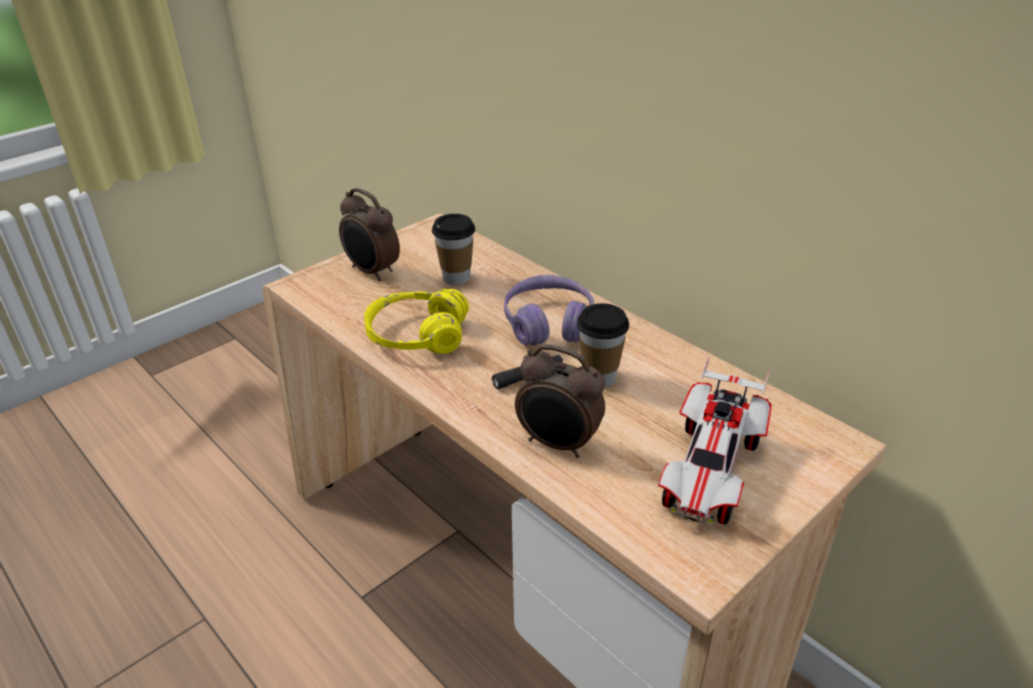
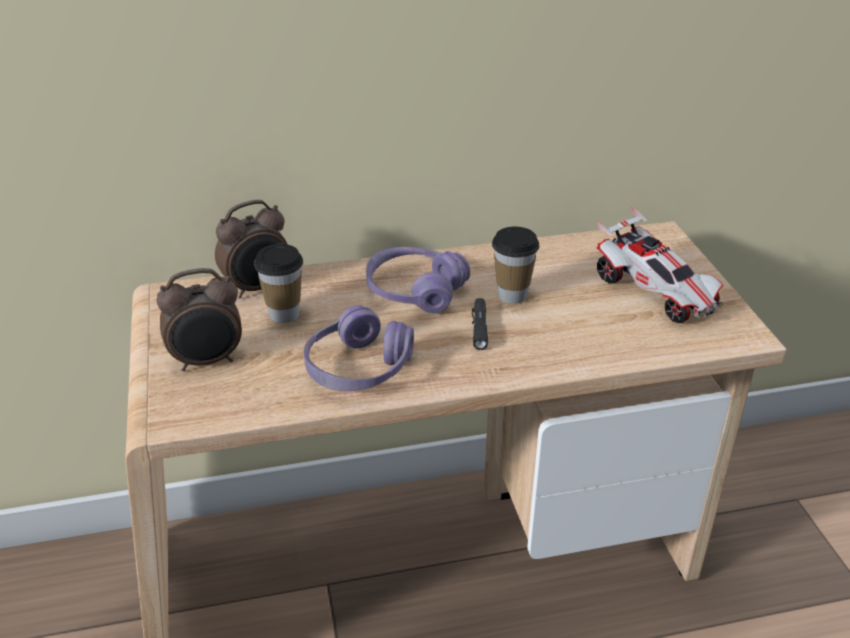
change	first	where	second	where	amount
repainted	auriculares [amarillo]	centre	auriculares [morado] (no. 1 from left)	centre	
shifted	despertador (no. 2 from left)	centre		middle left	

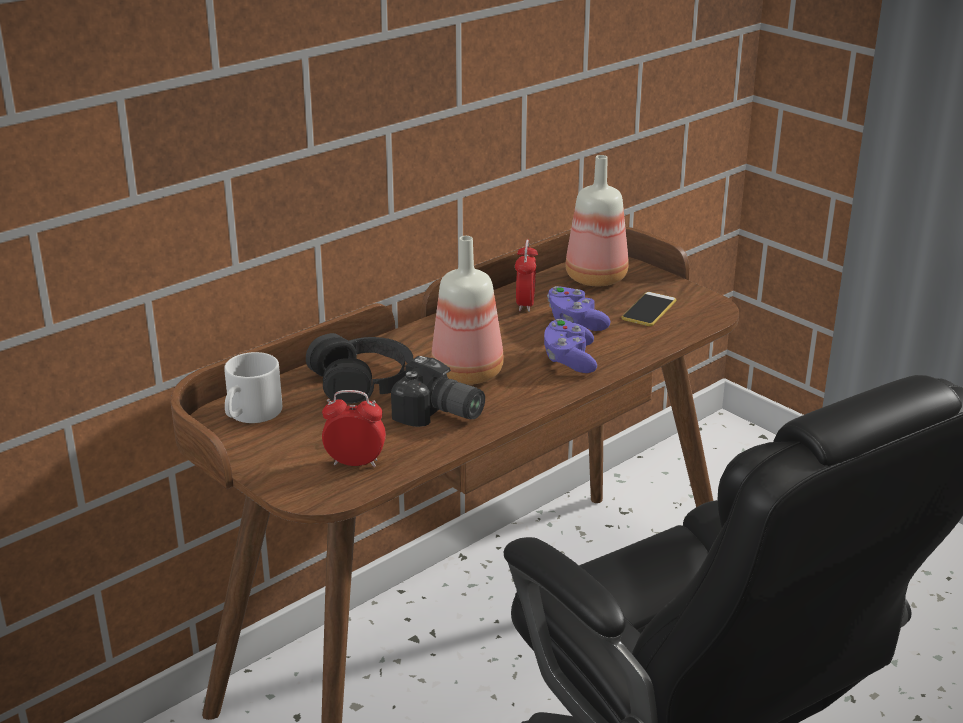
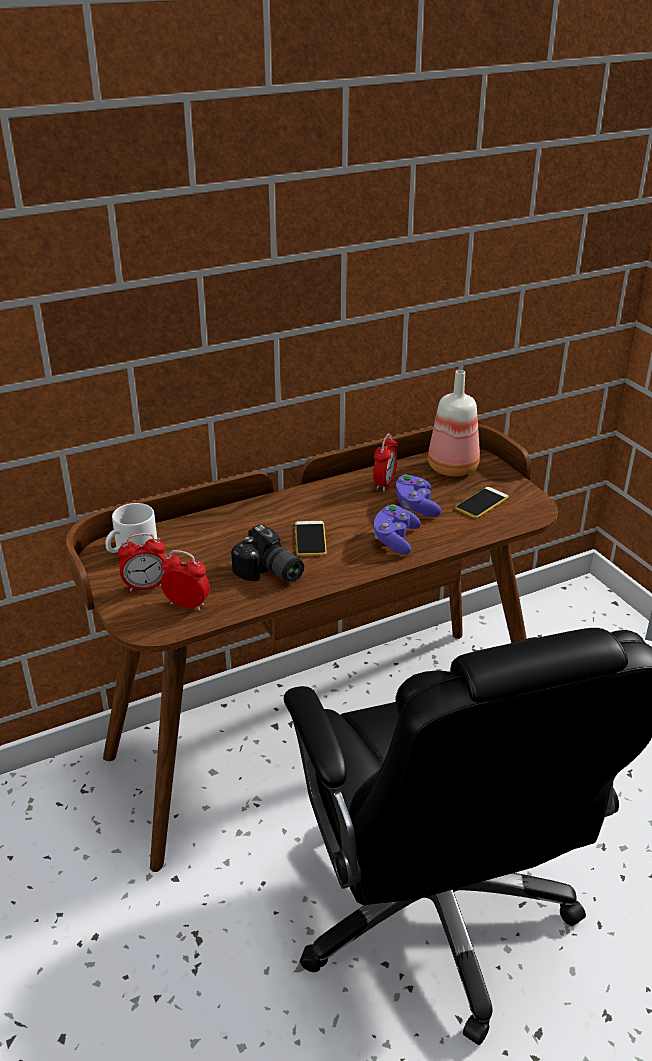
change	first	where	second	where	amount
swapped	botella (no. 1 from left)	centre	móvil (no. 1 from left)	centre	
gone	auriculares [negro]	centre			
new			despertador (no. 1 from left)	middle left	

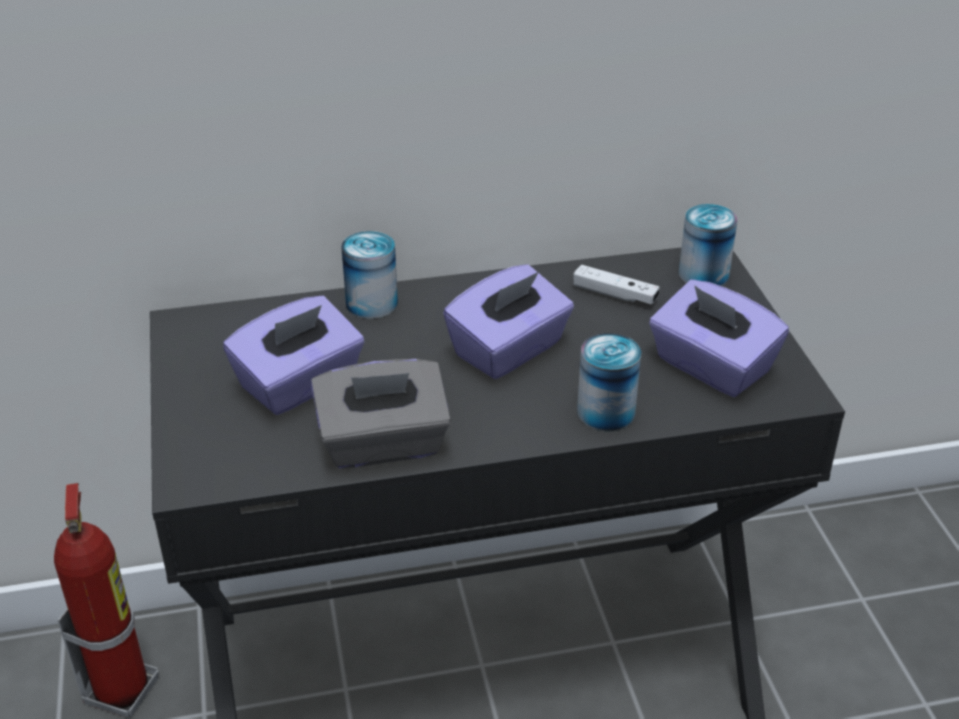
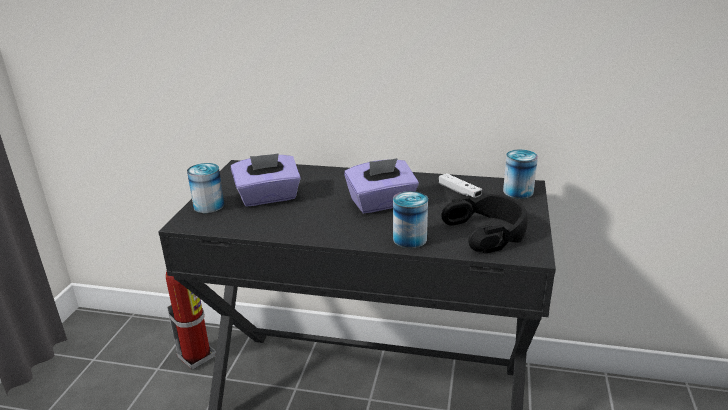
change	first	where	second	where	amount
shifted	lata (no. 1 from left)	centre		middle left	
swapped	caja de pañuelos [morado] (no. 3 from left)	middle right	auriculares [negro]	centre	
gone	caja de pañuelos [gris]	centre			

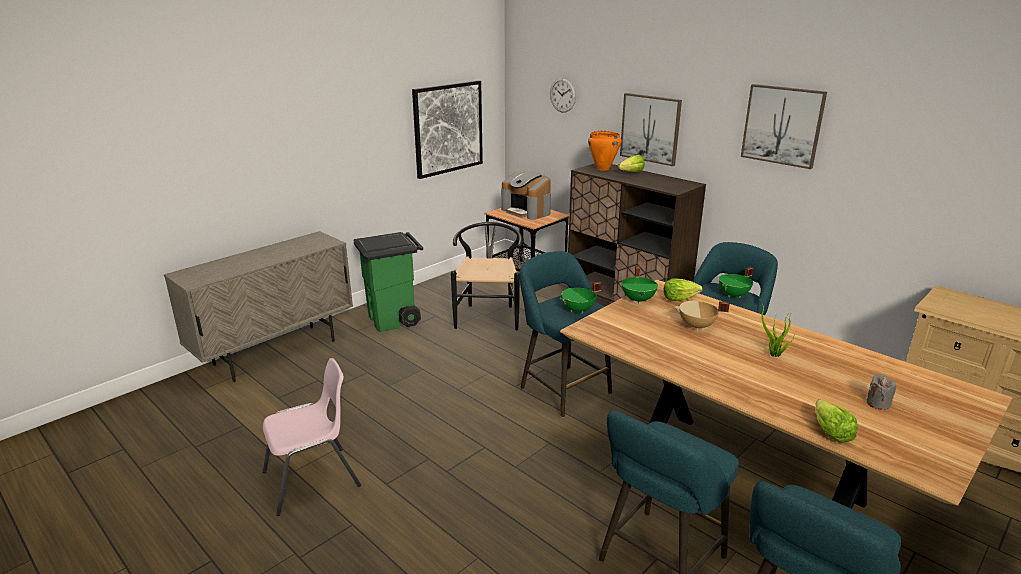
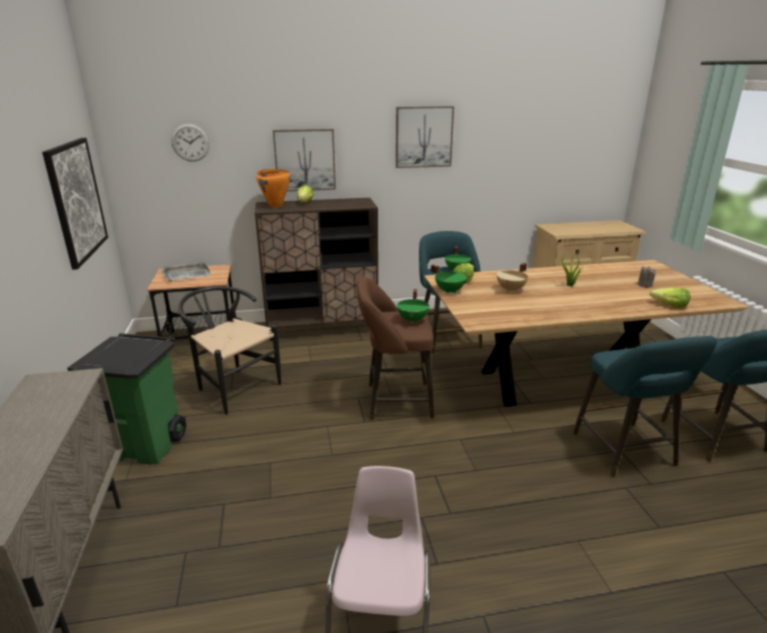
change	first	where	second	where	amount
swapped	cafetera	centre	bandeja [gris]	middle left	
repainted	taburete [turquesa] (no. 1 from left)	centre	taburete [marrón]	centre	

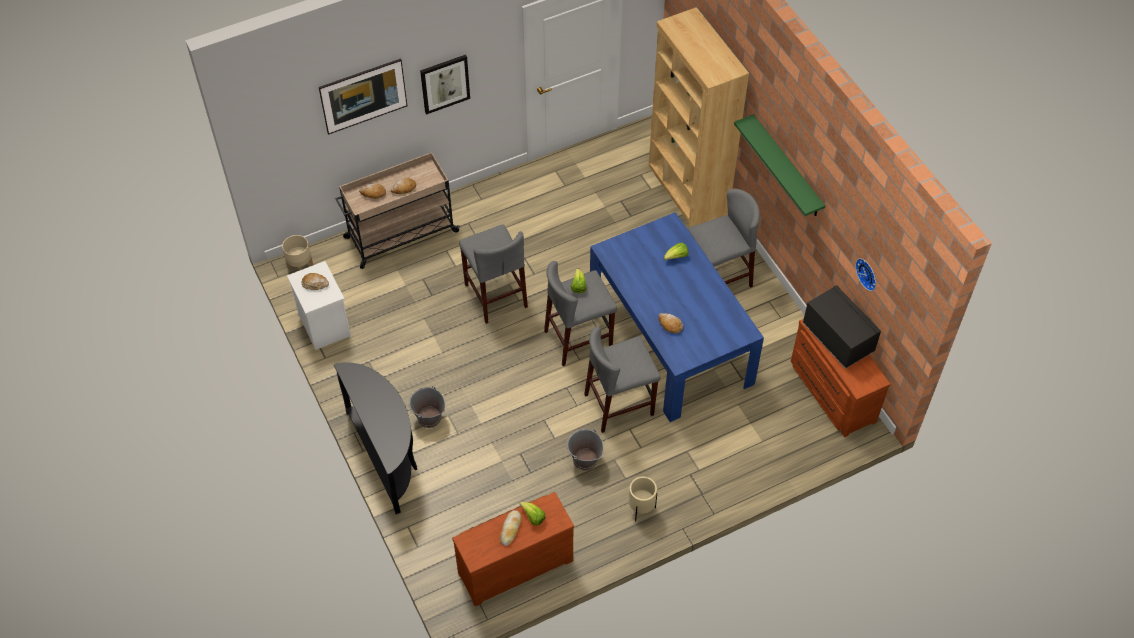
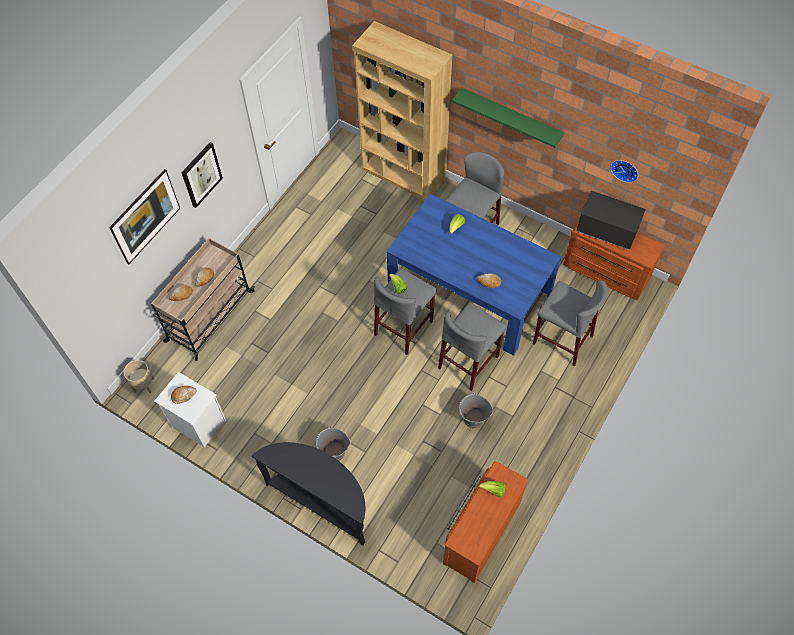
change	first	where	second	where	amount
shifted	taburete [gris] (no. 1 from left in the first image)	centre	taburete [gris] (no. 4 from left)	middle right	
gone	maceta [beis] (no. 2 from left)	bottom centre			
gone	pan (no. 4 from left)	bottom centre			

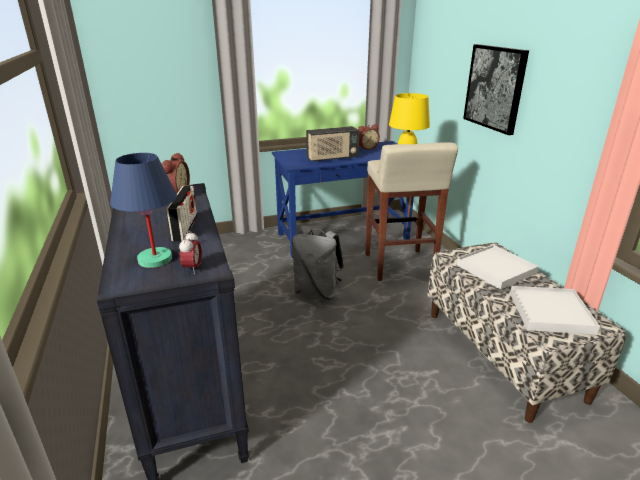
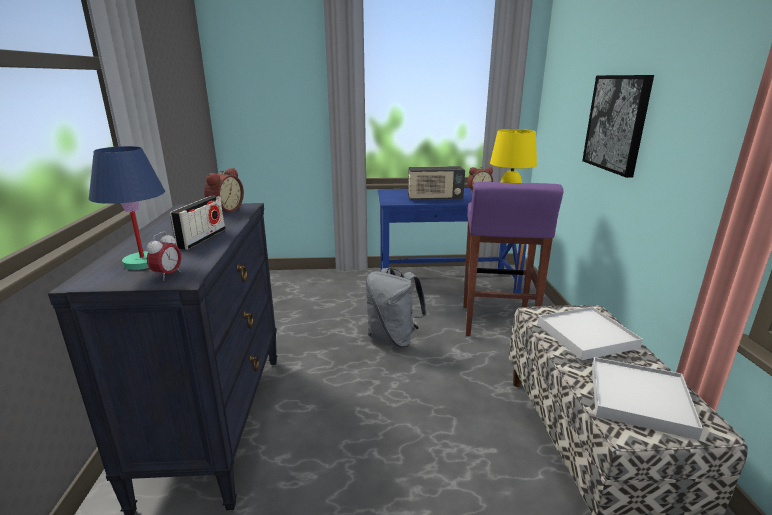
change	first	where	second	where	amount
repainted	taburete [beis]	centre	taburete [morado]	centre	

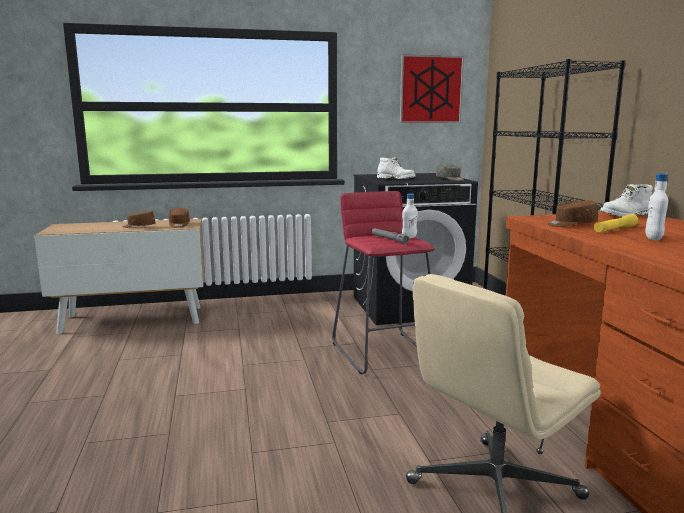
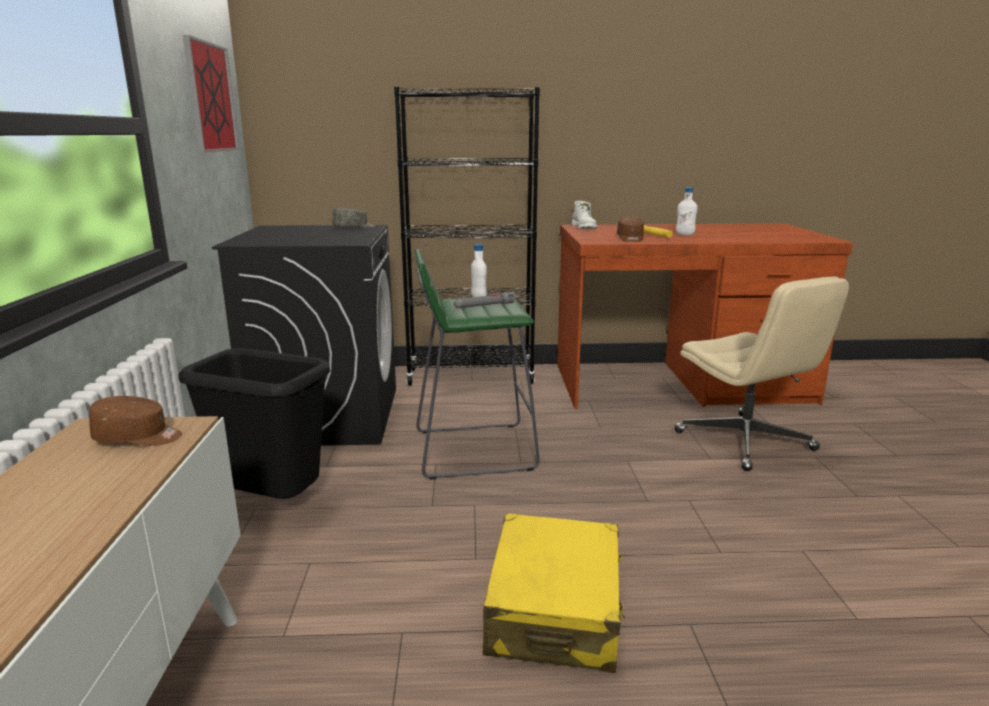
change	first	where	second	where	amount
gone	bota [blanco] (no. 1 from left)	top centre			
repainted	taburete [rojo]	centre	taburete [verde]	centre	
gone	gorra [marrón] (no. 1 from left)	middle left			
new			papelera [negro]	middle left	
new			maleta [amarillo]	bottom centre	

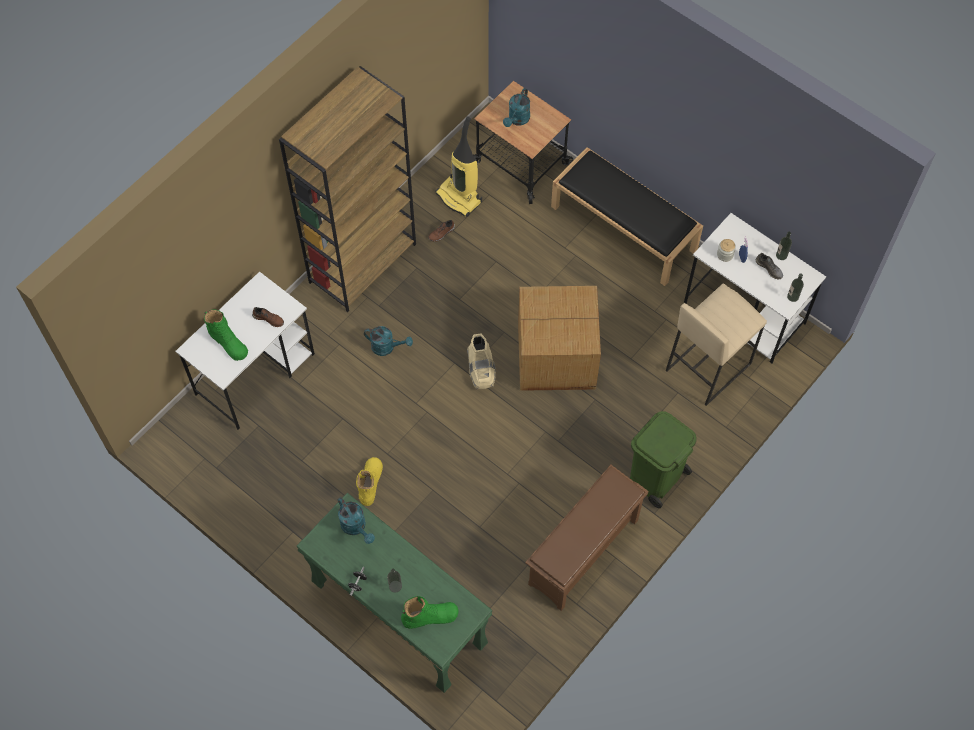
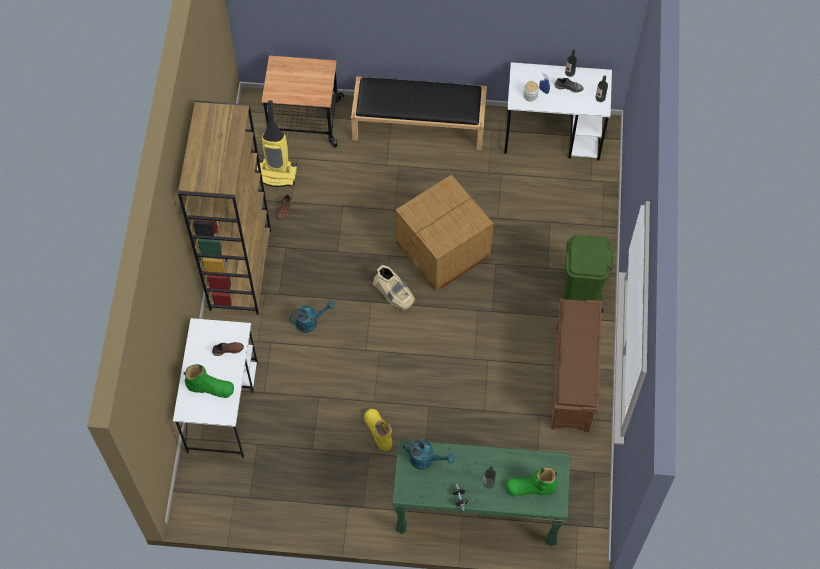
change	first	where	second	where	amount
gone	regadera [turquesa] (no. 3 from left)	top centre			
gone	taburete [beis]	middle right			
rotated	bota [verde] (no. 2 from left)	bottom centre		bottom centre	135 degrees counterclockwise

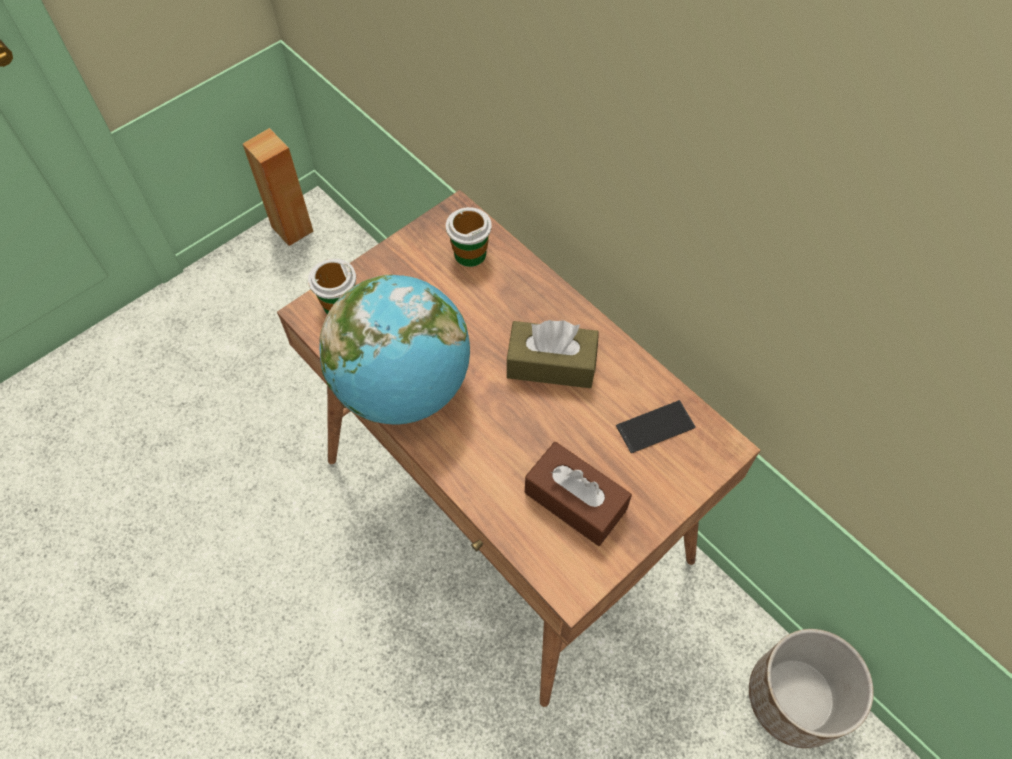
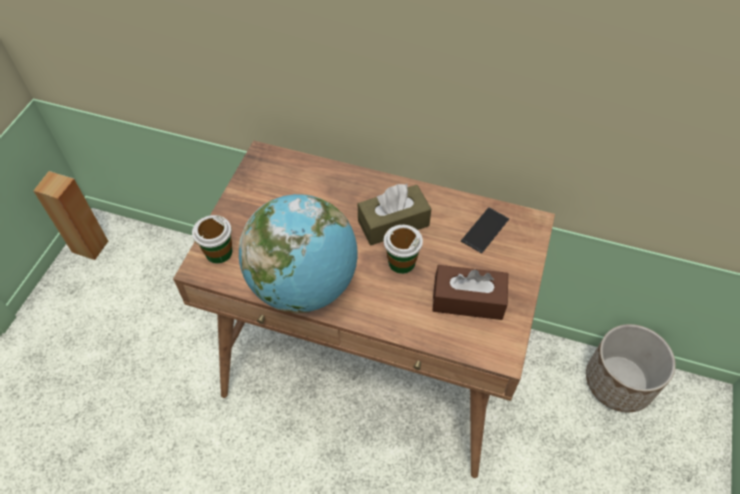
change	first	where	second	where	amount
shifted	taza (no. 2 from left)	top centre		centre	

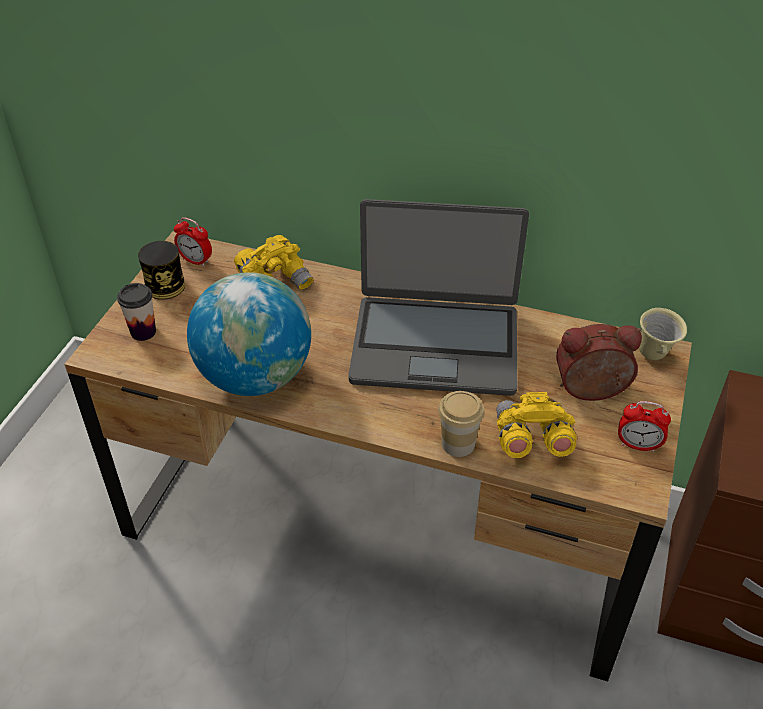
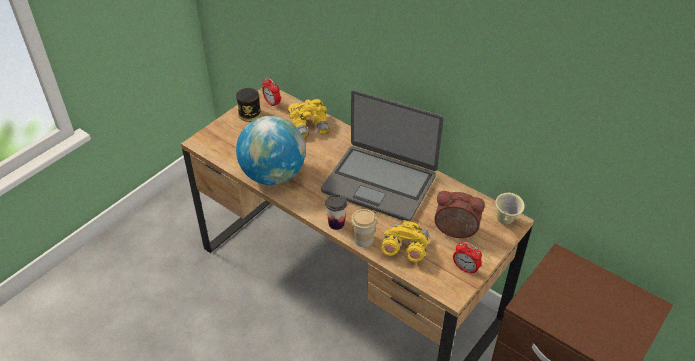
change	first	where	second	where	amount
shifted	taza (no. 1 from left)	middle left		centre	

